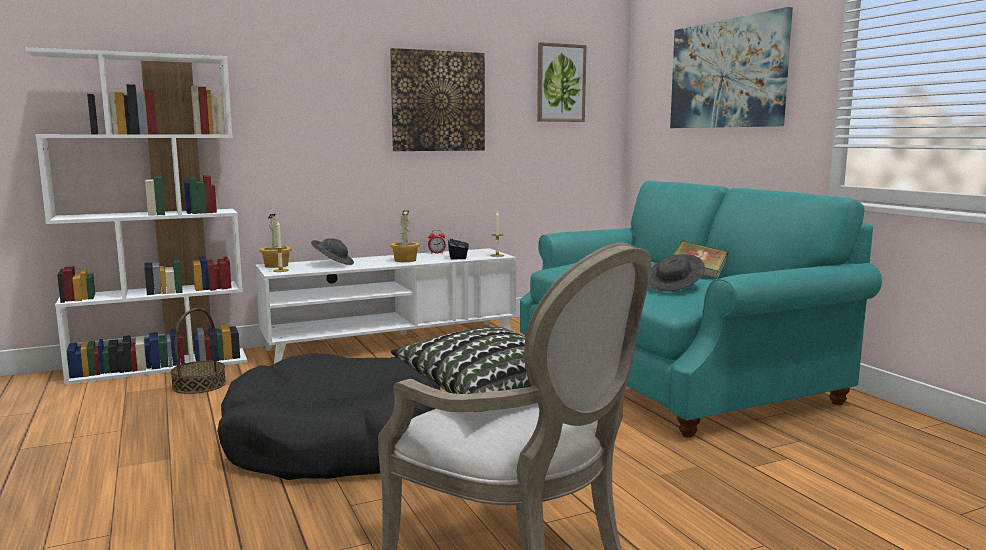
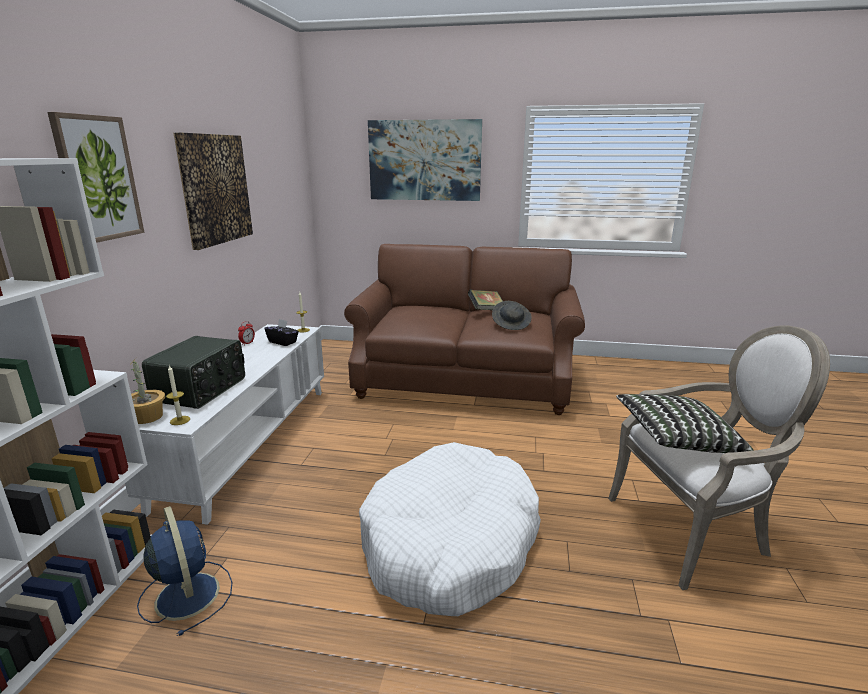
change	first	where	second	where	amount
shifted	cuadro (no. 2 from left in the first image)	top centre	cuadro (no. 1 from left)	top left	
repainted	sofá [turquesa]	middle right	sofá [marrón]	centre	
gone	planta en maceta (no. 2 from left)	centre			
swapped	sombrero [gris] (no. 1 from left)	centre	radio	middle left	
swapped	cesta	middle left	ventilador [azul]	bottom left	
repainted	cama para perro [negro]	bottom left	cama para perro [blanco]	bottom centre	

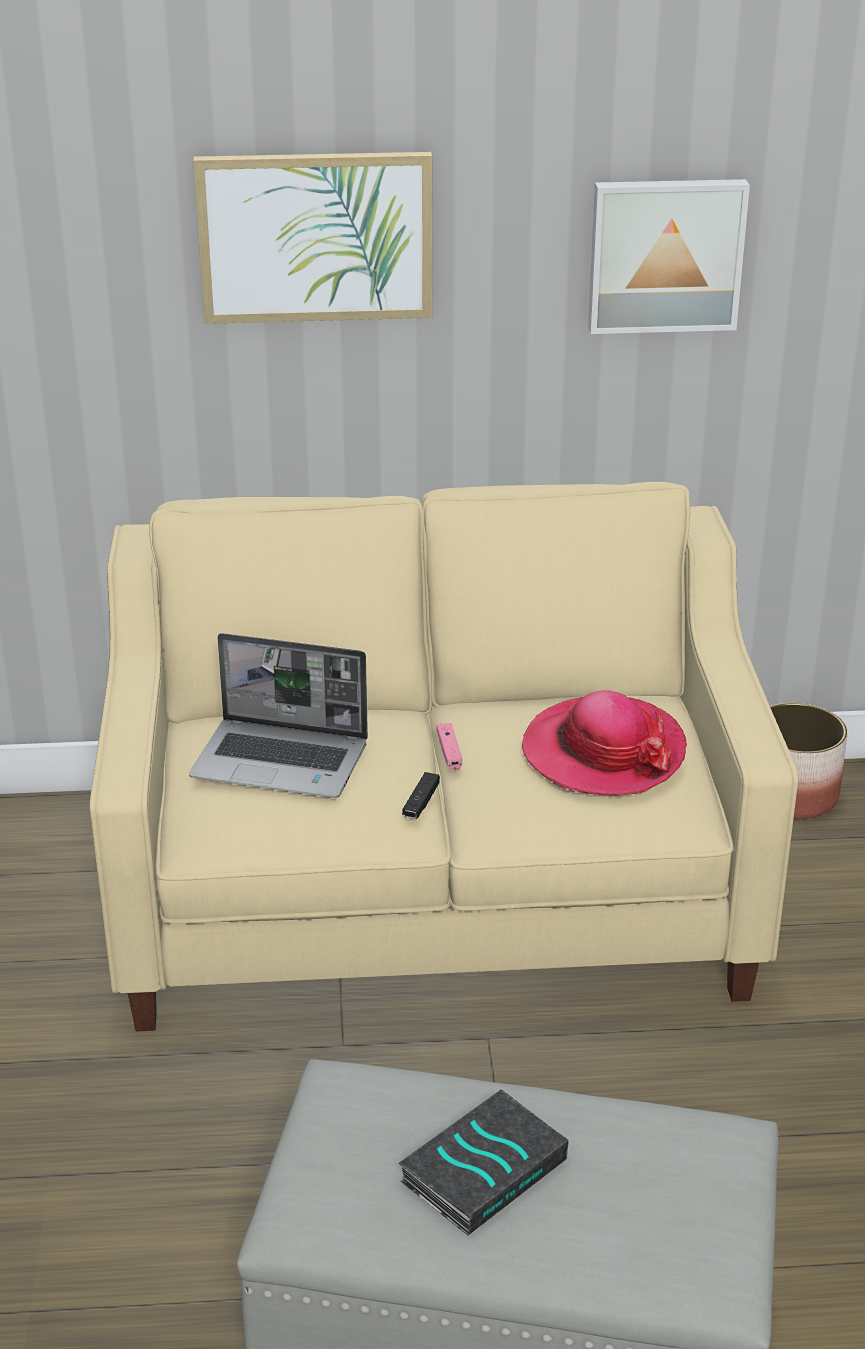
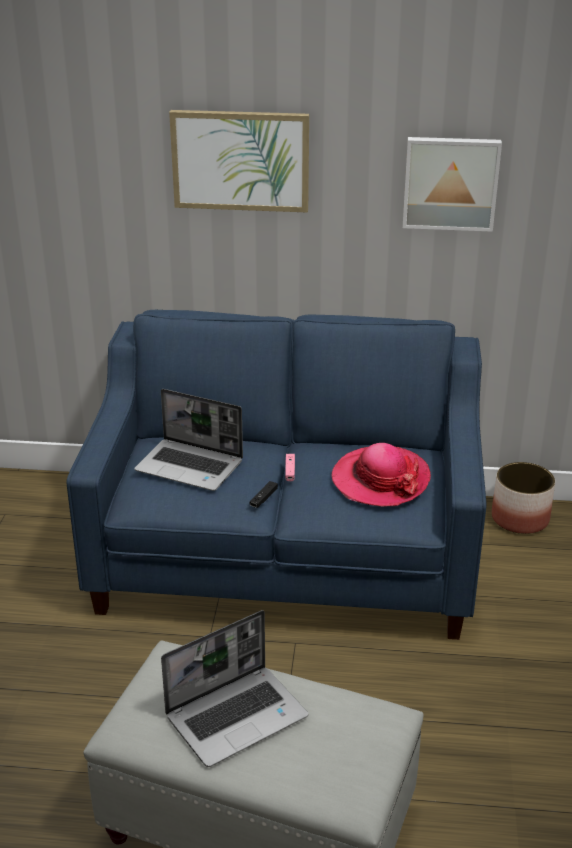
change	first	where	second	where	amount
repainted	sofá [beis]	centre	sofá [azul]	centre	
swapped	libro	bottom centre	portátil (no. 2 from left)	bottom centre	

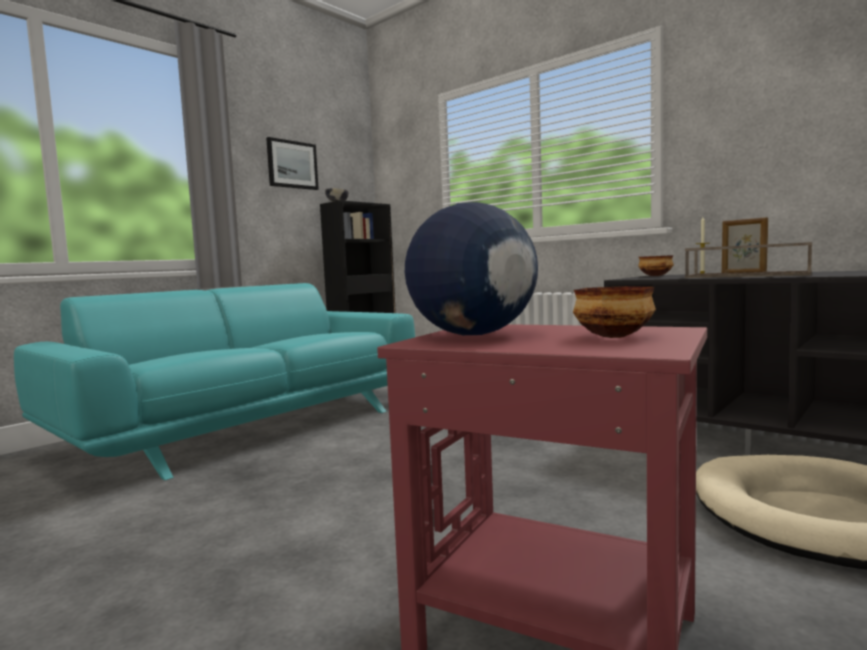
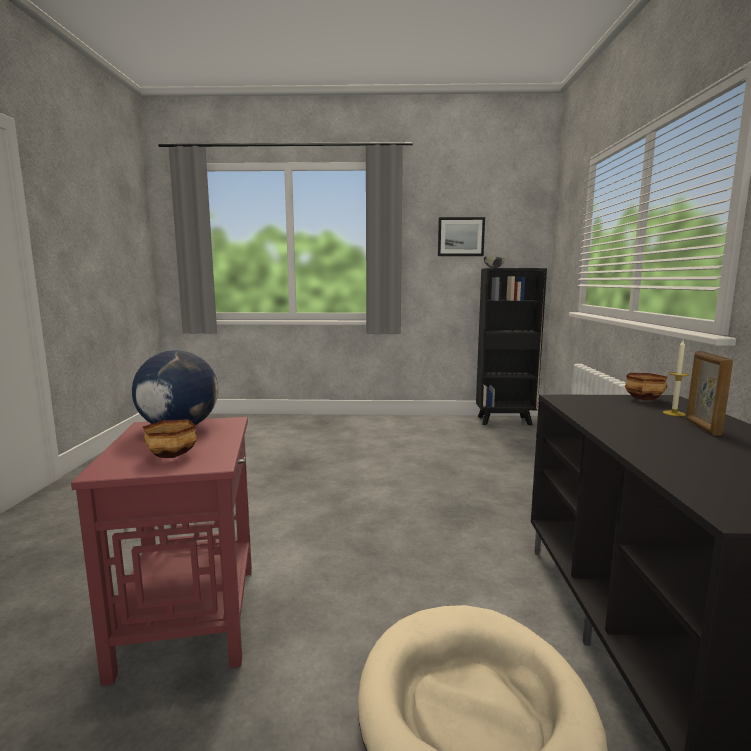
change	first	where	second	where	amount
gone	bandeja [marrón]	middle right			
gone	sofá [turquesa]	middle left			

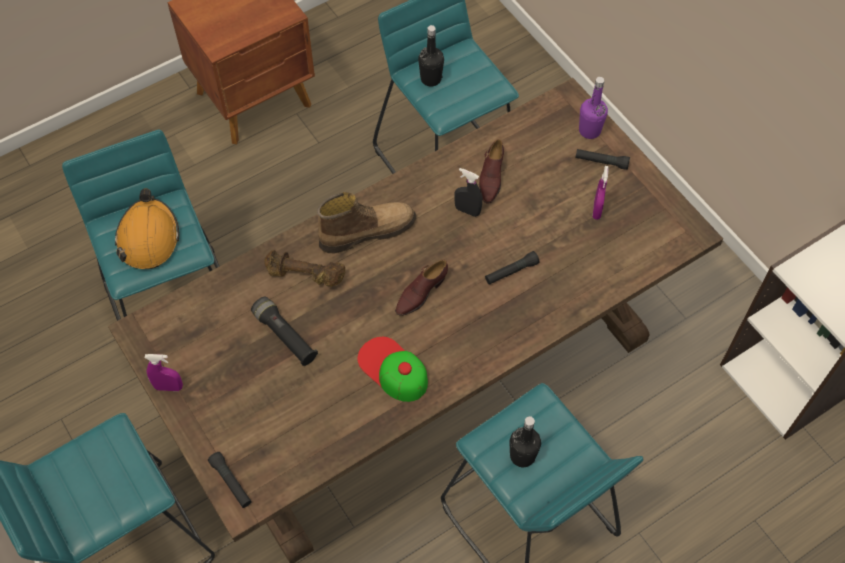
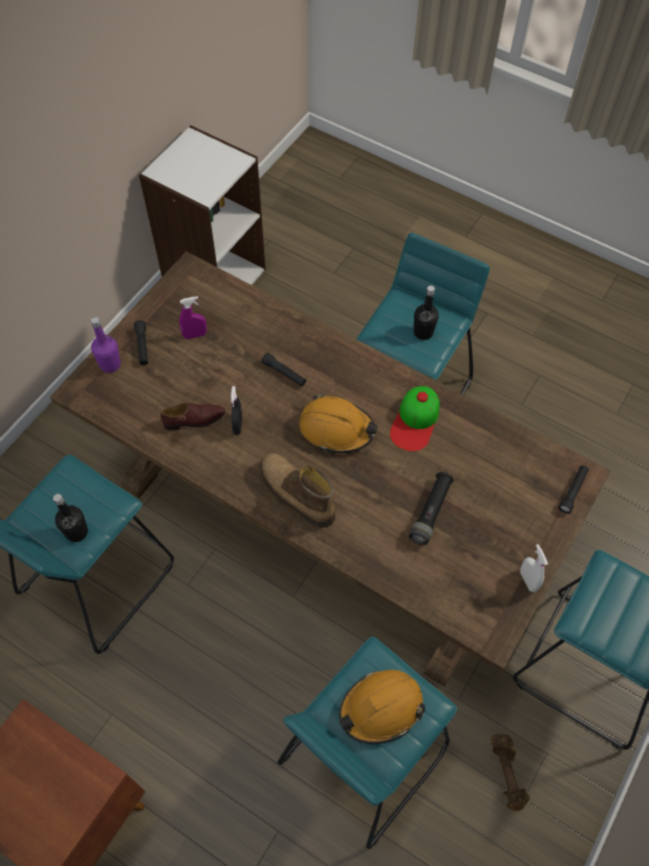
change	first	where	second	where	amount
shifted	mancuerna [marrón]	centre		bottom right	
swapped	zapato [marrón] (no. 1 from left)	centre	casco [naranja] (no. 1 from left)	centre	
repainted	pulverizador [morado] (no. 1 from left)	middle left	pulverizador [blanco]	middle right	

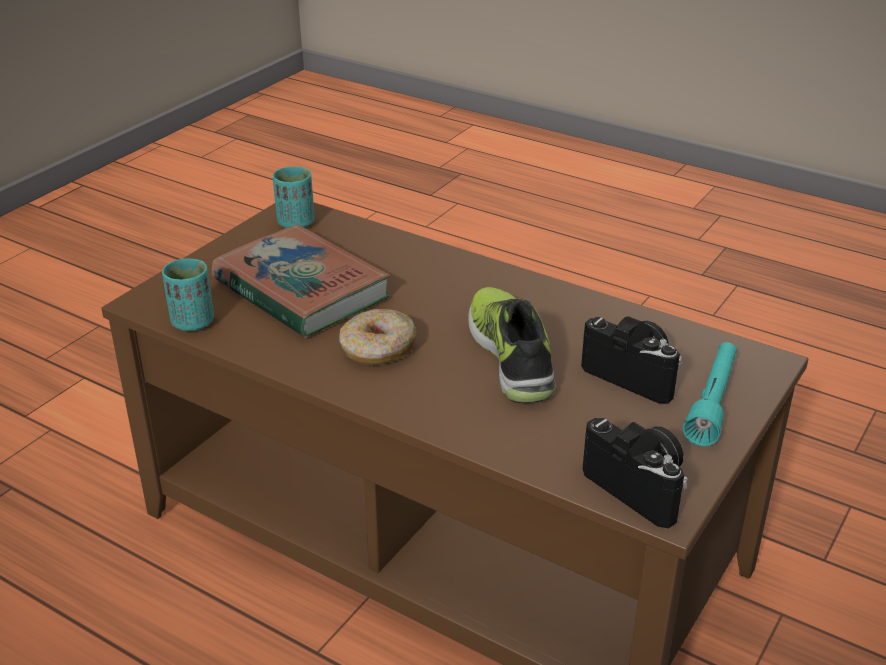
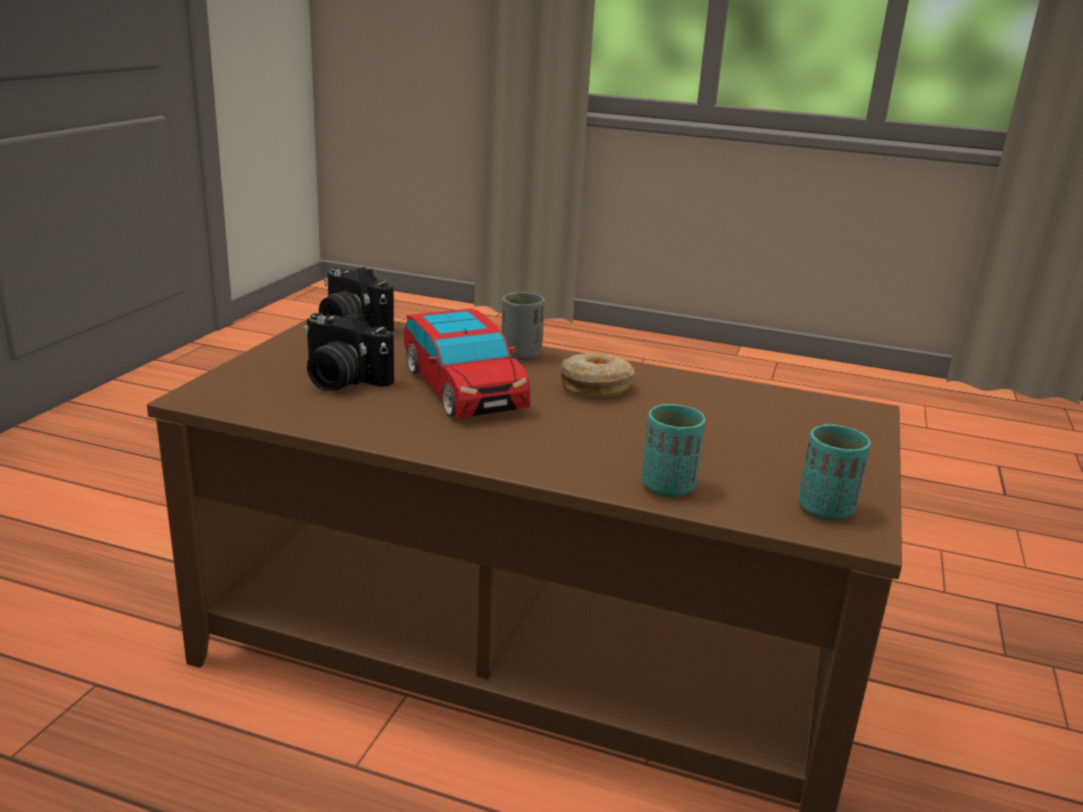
change	first	where	second	where	amount
gone	libro	centre			
shifted	taza [turquesa] (no. 1 from left)	middle left		centre	
swapped	zapato	centre	coche de juguete	centre	
gone	linterna [turquesa]	middle right			
new			taza [gris]	centre	

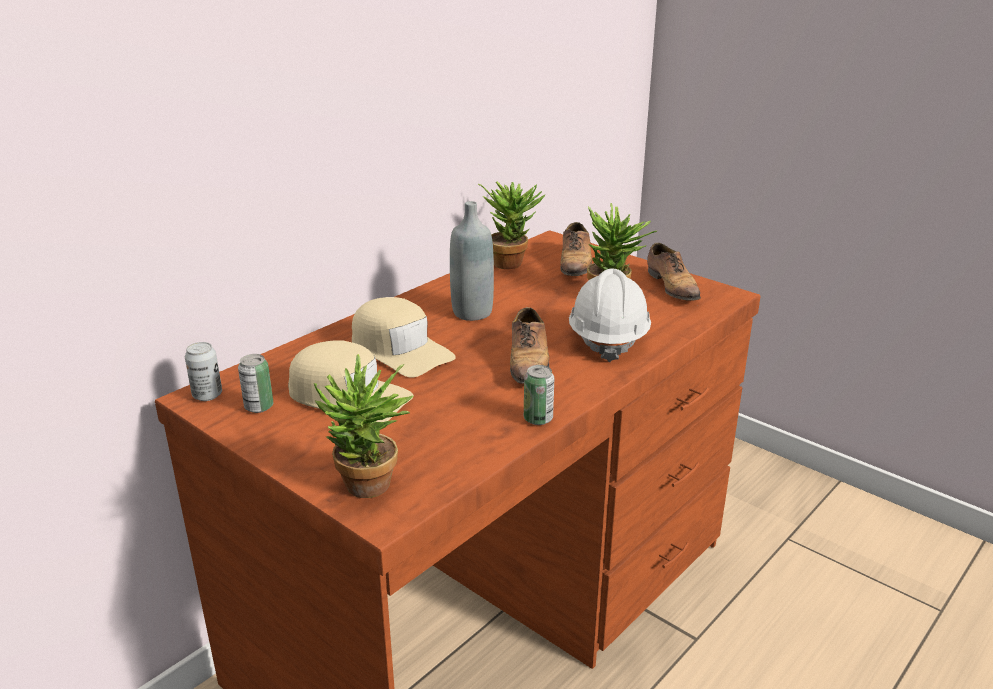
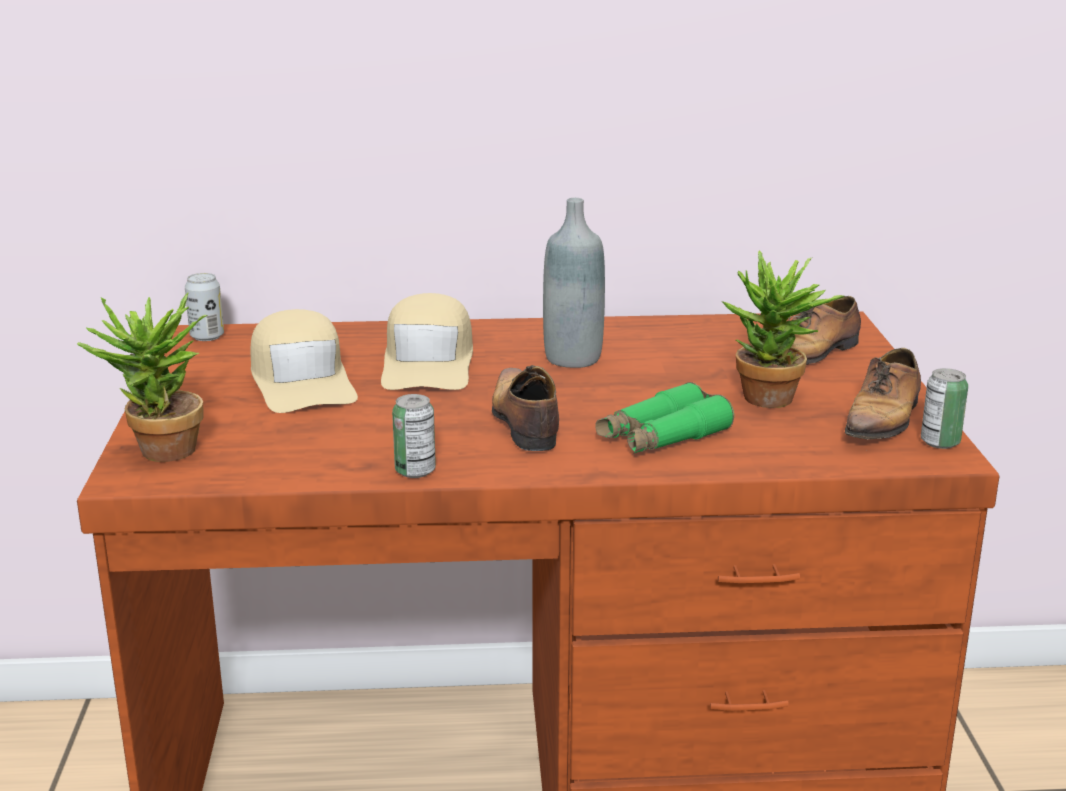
change	first	where	second	where	amount
gone	planta en maceta (no. 2 from left)	top centre			
swapped	casco [blanco]	centre	prismáticos [verde]	centre	
rotated	zapato (no. 1 from left)	centre		centre	120 degrees clockwise
shifted	lata (no. 2 from left in the first image)	middle left	lata (no. 3 from left)	middle right	

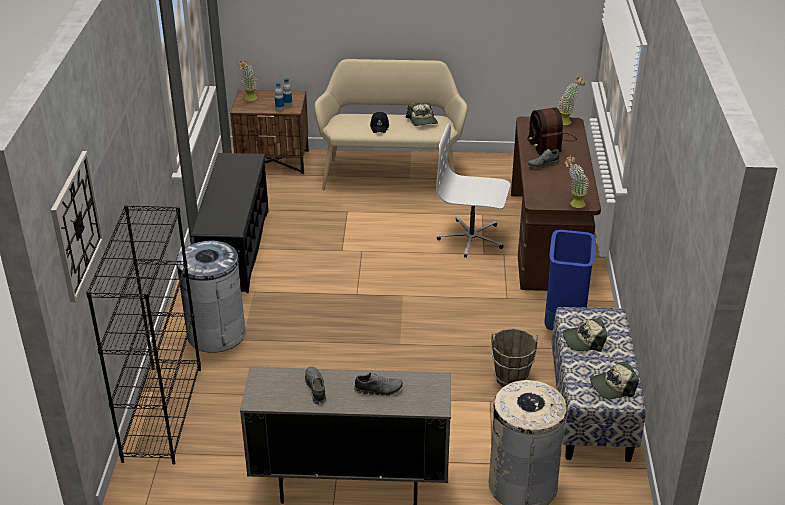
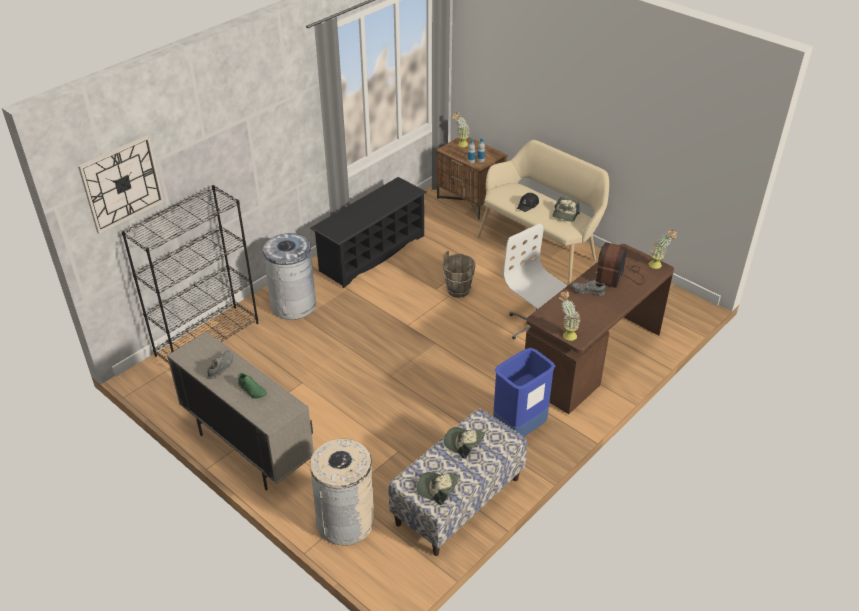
change	first	where	second	where	amount
shifted	cubo [marrón]	bottom centre		centre	
repainted	zapato [gris] (no. 2 from left)	bottom centre	zapato [verde]	middle left	

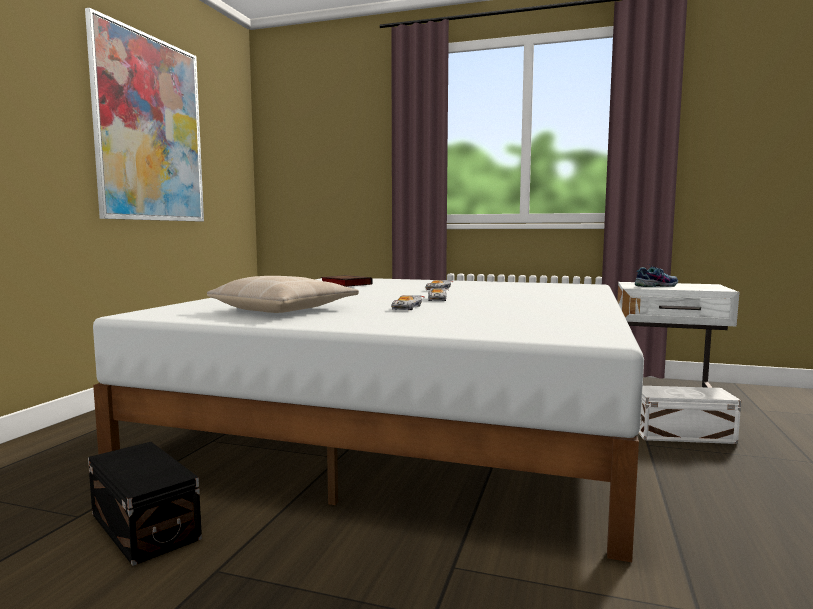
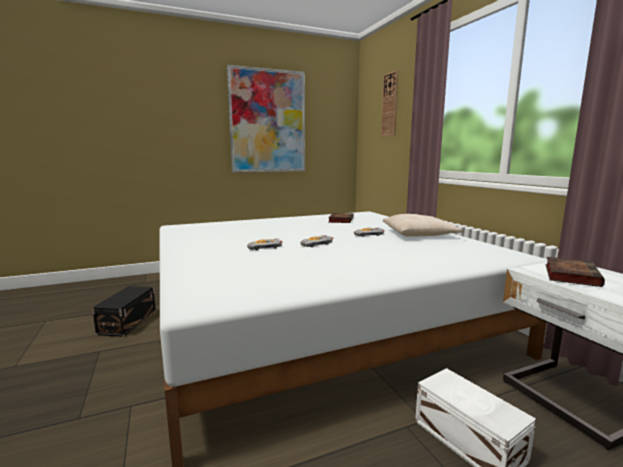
change	first	where	second	where	amount
swapped	zapato	middle right	libro (no. 2 from left)	middle right	
shifted	cojín [beis]	centre		middle right	
new			reloj de pared	top centre	

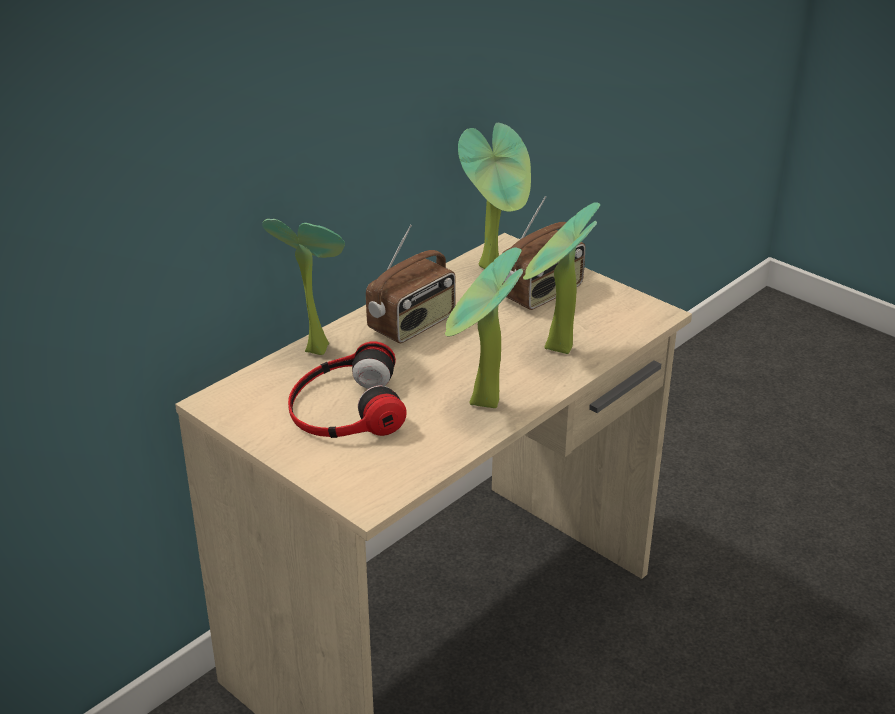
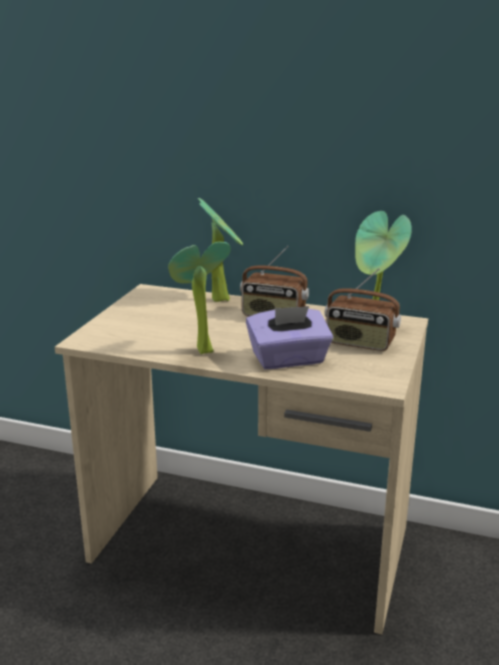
change	first	where	second	where	amount
swapped	planta en maceta (no. 4 from left)	centre	caja de pañuelos [morado]	centre	
gone	auriculares	centre			

